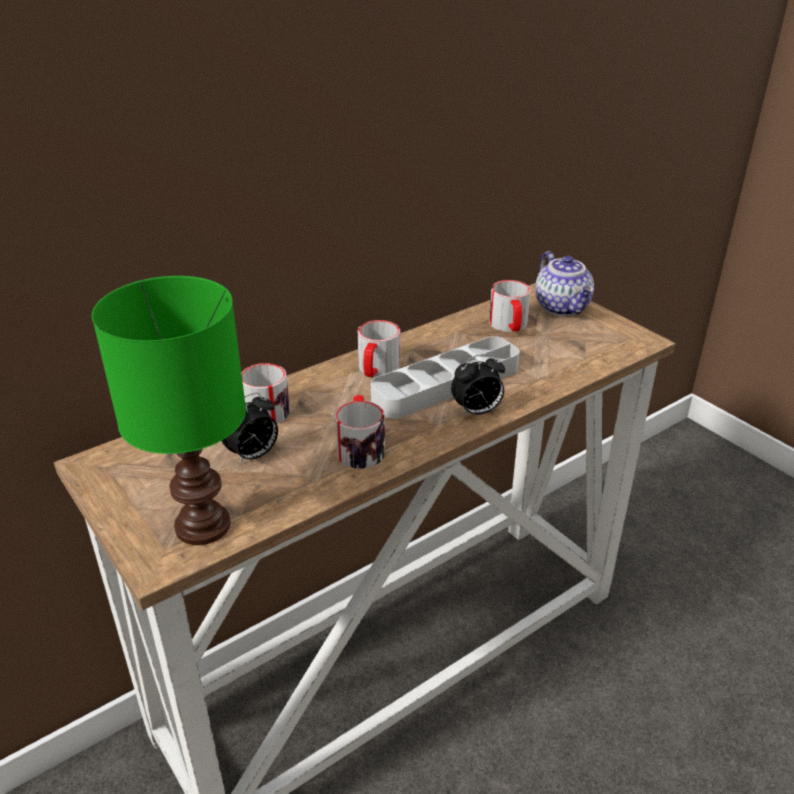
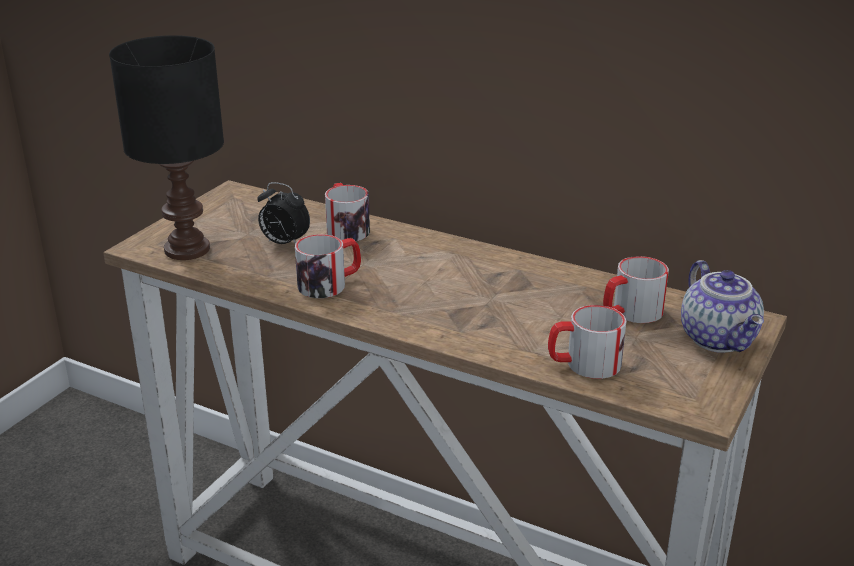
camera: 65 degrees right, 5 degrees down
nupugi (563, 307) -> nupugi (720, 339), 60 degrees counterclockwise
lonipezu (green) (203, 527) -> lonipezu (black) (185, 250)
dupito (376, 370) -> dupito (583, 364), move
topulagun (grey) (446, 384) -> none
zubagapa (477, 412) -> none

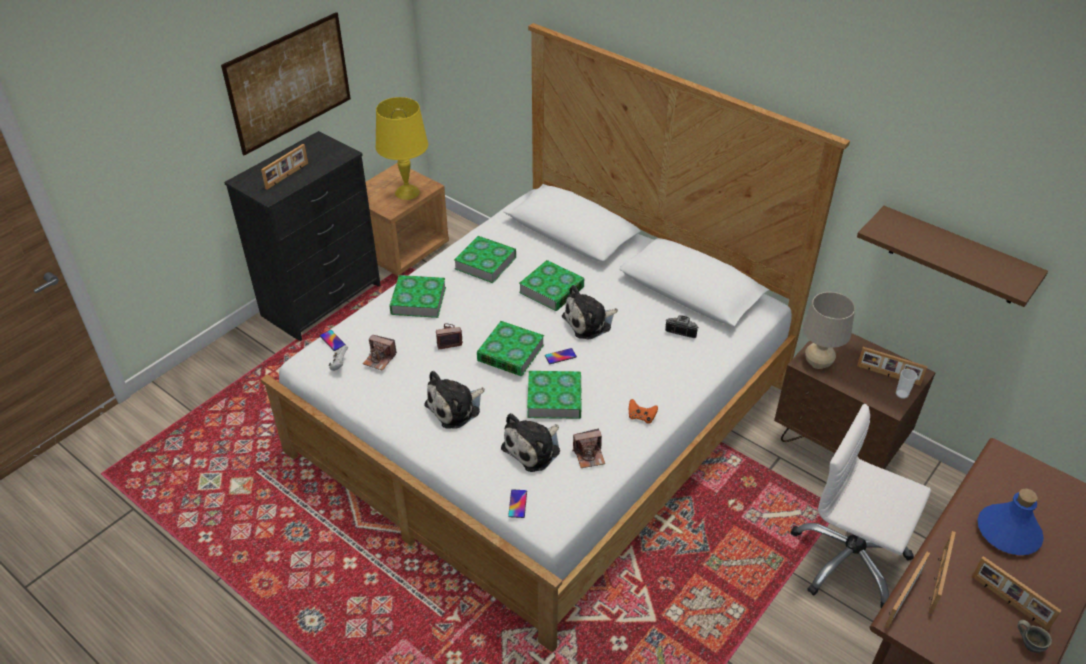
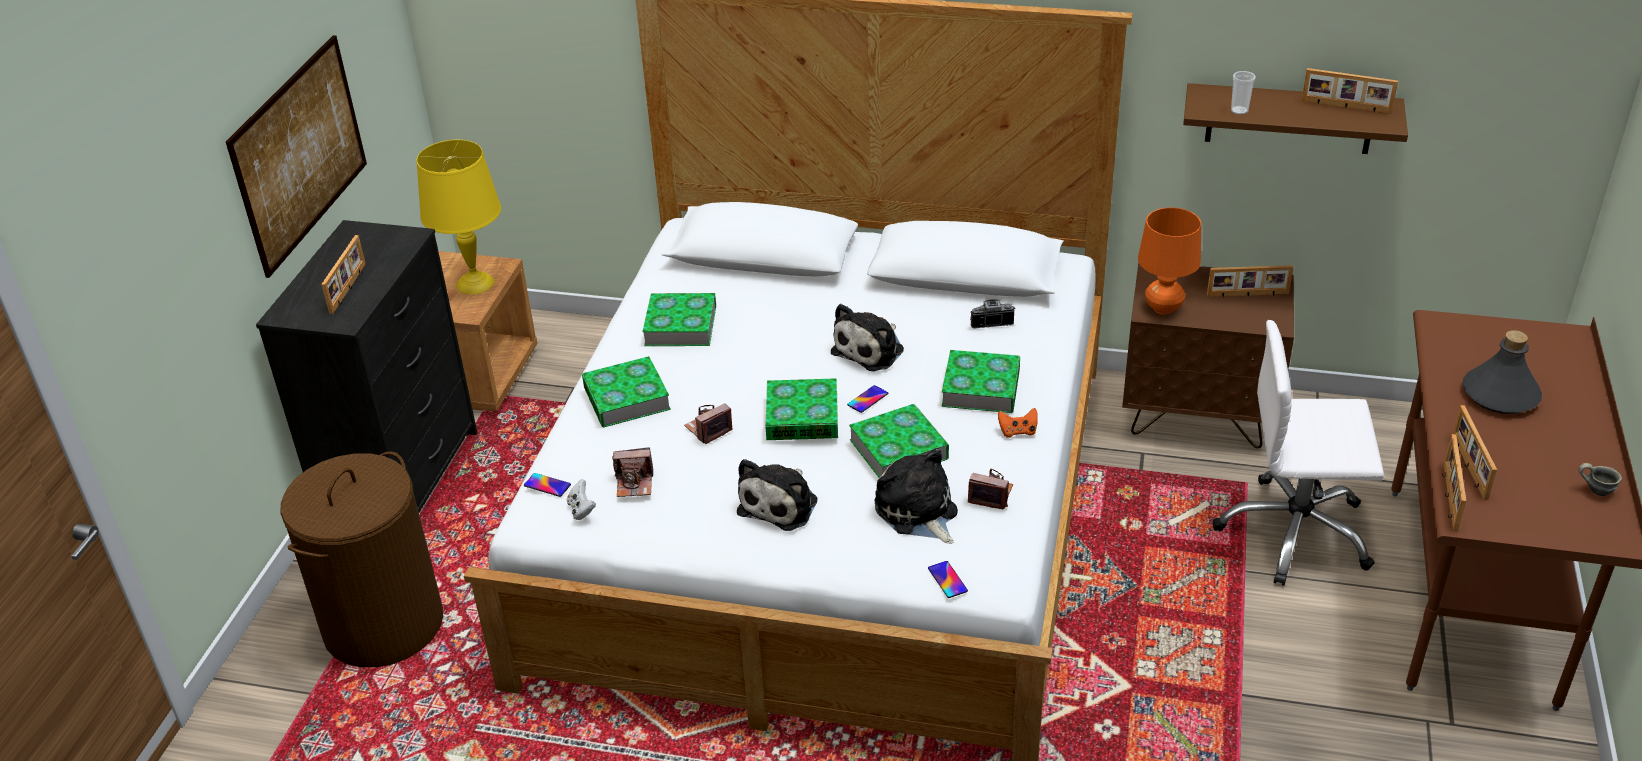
camera: 25 degrees left, 5 degrees down
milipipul (551, 290) -> milipipul (981, 388), move
lonipezu (beige) (818, 363) -> lonipezu (orange) (1163, 308)
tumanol (901, 394) -> tumanol (1239, 111), move
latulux (534, 448) -> latulux (918, 512), 135 degrees clockwise
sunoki (589, 455) -> sunoki (990, 495), 120 degrees counterclockwise
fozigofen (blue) (1007, 532) -> fozigofen (grey) (1499, 395)
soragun (1009, 602) -> soragun (1346, 107), move
none -> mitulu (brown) (383, 624)

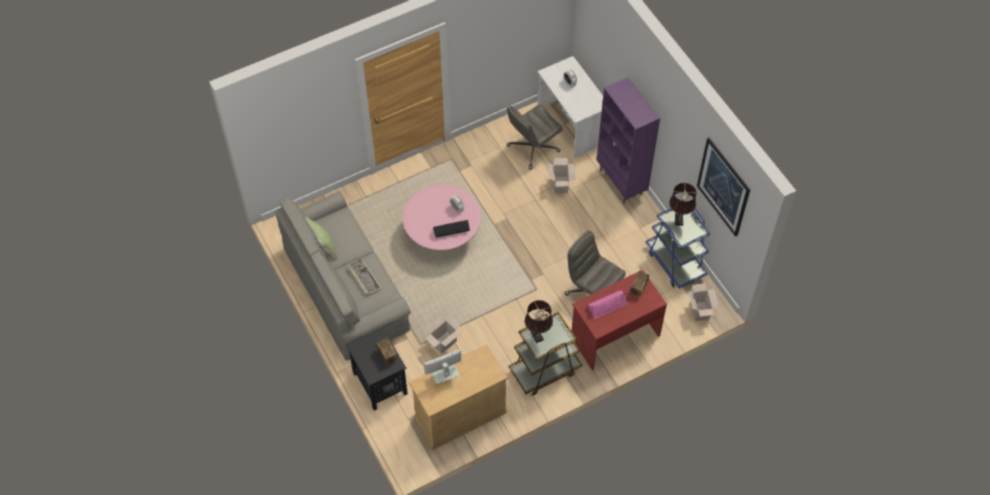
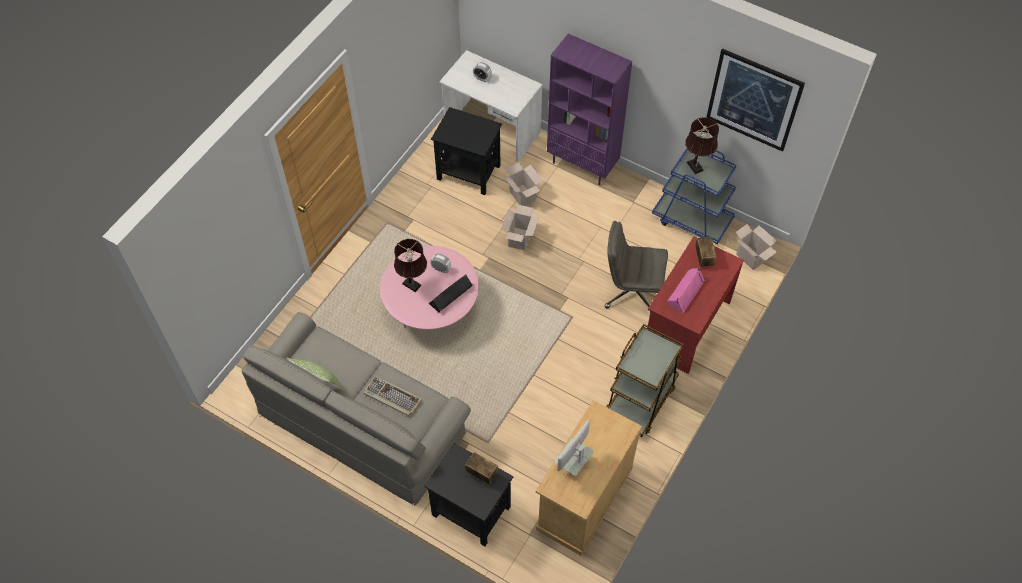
camera: 30 degrees left, 0 degrees up
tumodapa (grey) (532, 148) -> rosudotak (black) (468, 172)
lonipezu (brown) (537, 337) -> lonipezu (brown) (413, 285), move
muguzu (444, 343) -> muguzu (520, 240), move

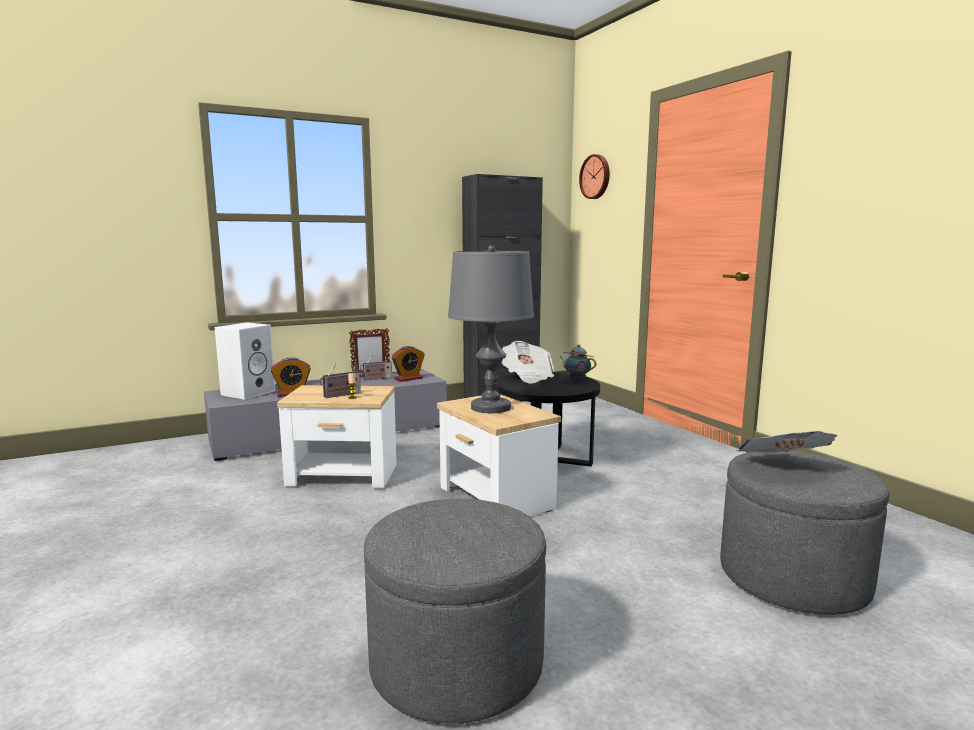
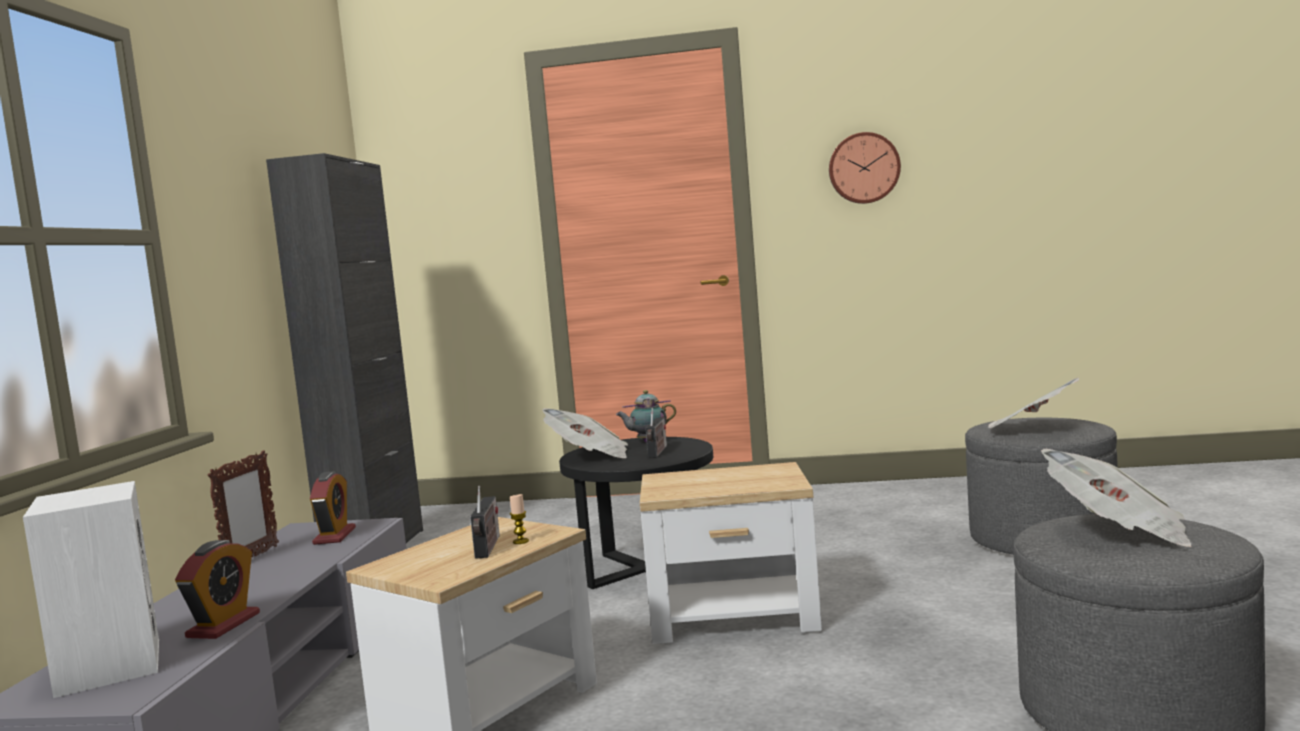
camera: 55 degrees left, 5 degrees down
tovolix (596, 177) -> tovolix (863, 168), move
lonipezu (grey) (491, 407) -> none
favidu (376, 379) -> favidu (657, 452), move
none -> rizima (1119, 532)

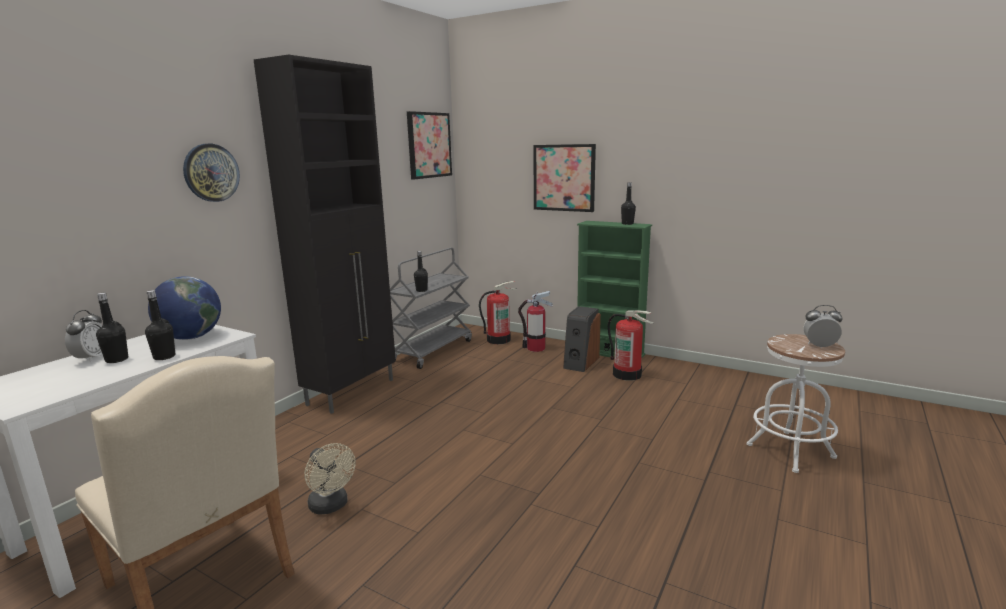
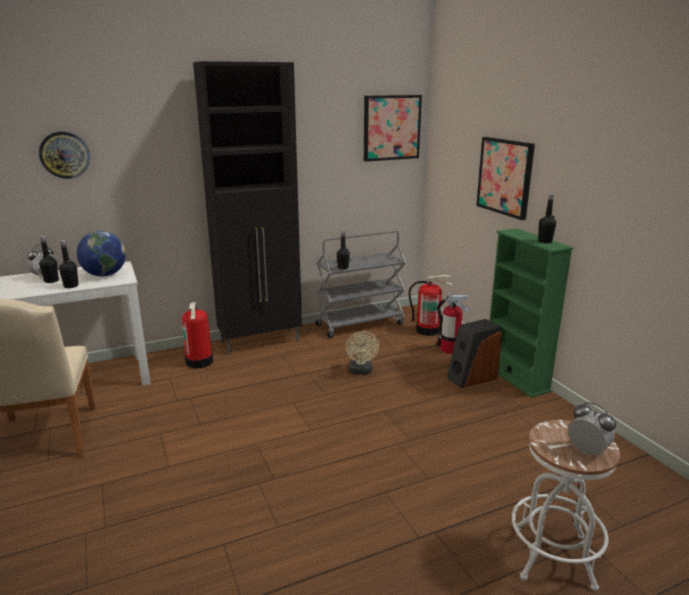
camera: 35 degrees right, 5 degrees up
tovolix (211, 172) -> tovolix (64, 155), move
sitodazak (627, 374) -> sitodazak (200, 361), move
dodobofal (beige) (331, 506) -> dodobofal (beige) (361, 371), move

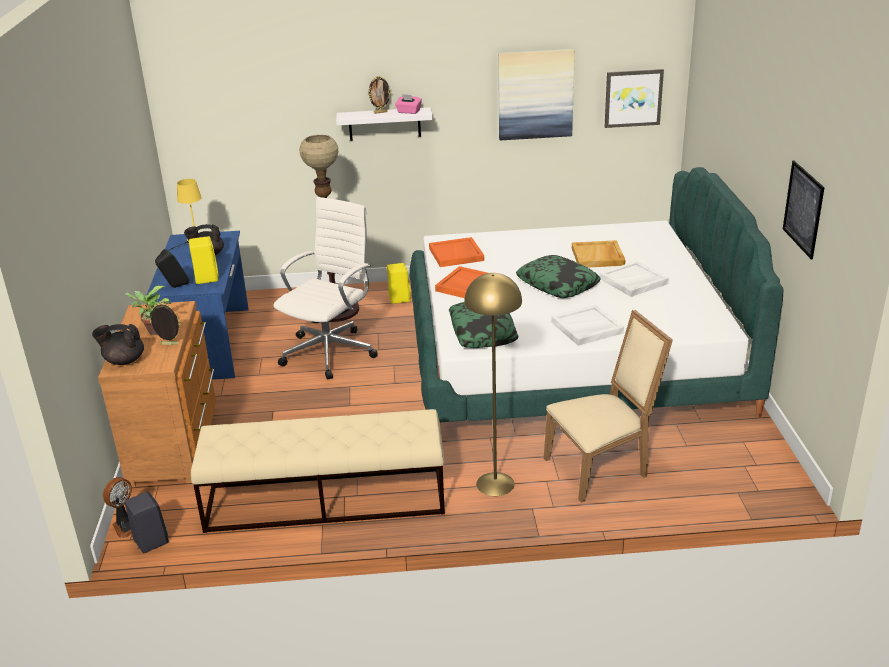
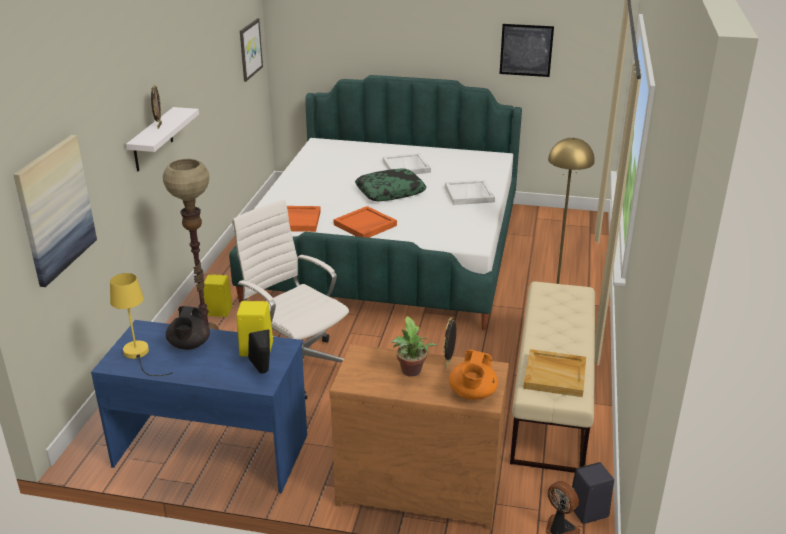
camera: 75 degrees left, 0 degrees up
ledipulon (535, 94) -> ledipulon (55, 209), move
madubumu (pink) (408, 112) -> none
topulagun (beige) (598, 257) -> topulagun (beige) (555, 375), move
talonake (483, 332) -> none
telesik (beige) (601, 468) -> none
nupugi (black) (124, 360) -> nupugi (orange) (472, 394)

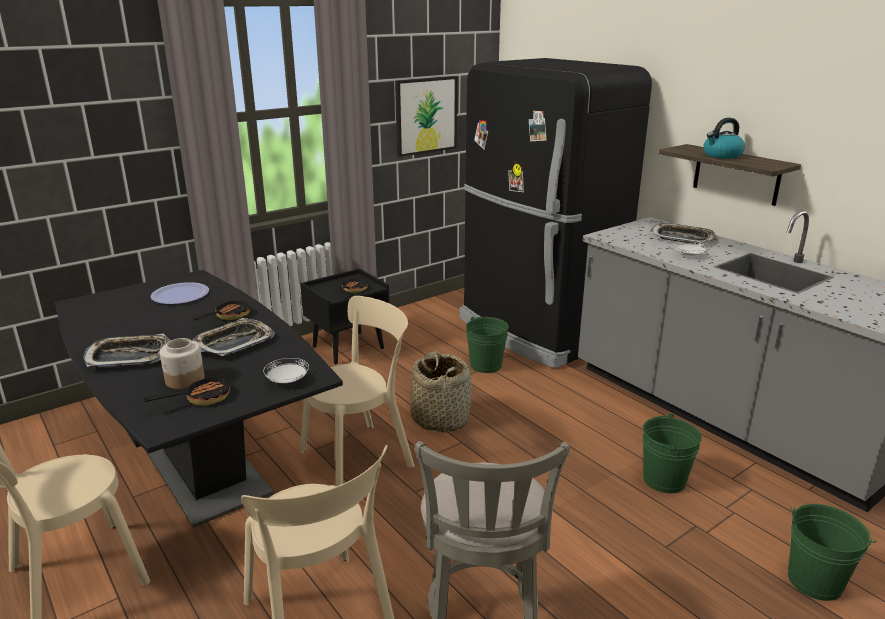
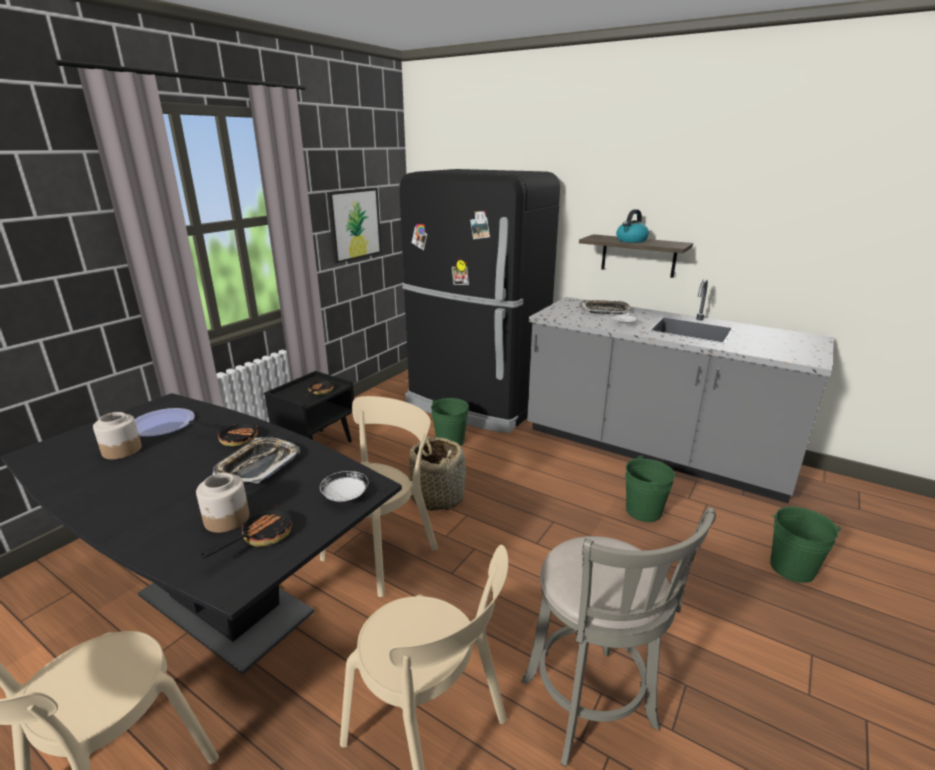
camera: 20 degrees left, 0 degrees up
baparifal (228, 316) -> baparifal (233, 438), 90 degrees clockwise
topulagun (129, 356) -> none
none -> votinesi (122, 450)

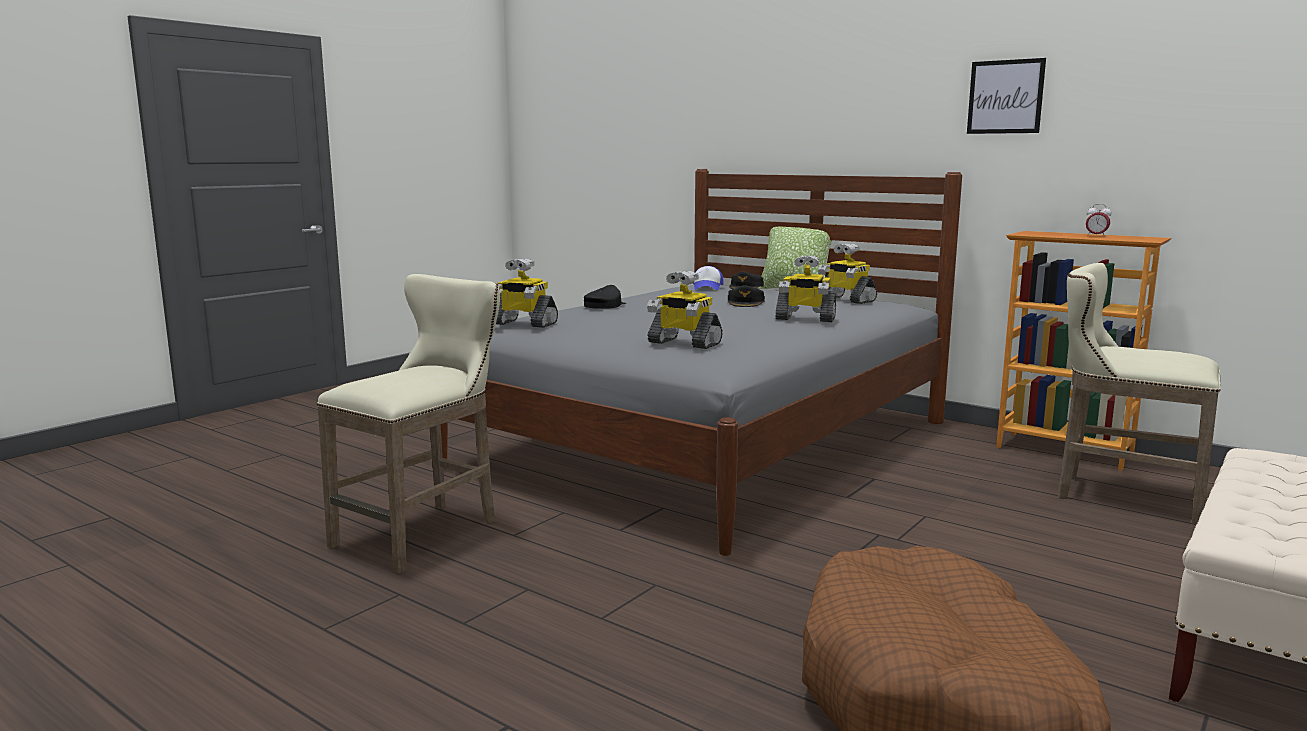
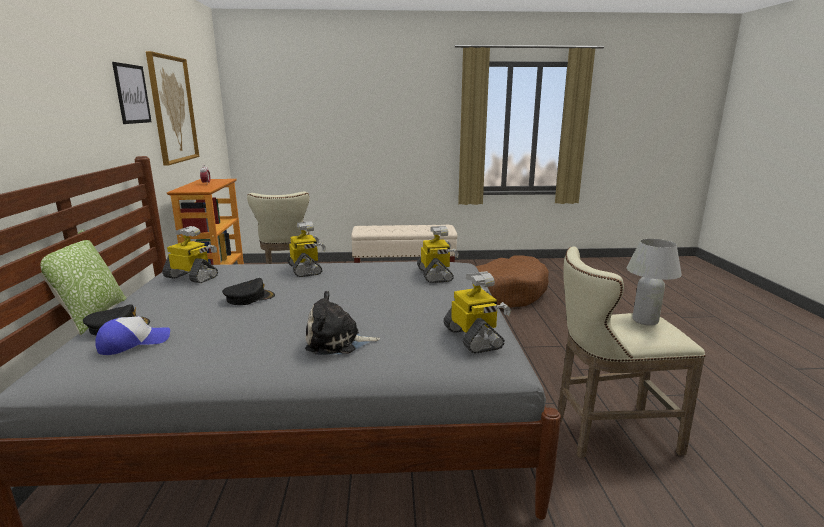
camera: 130 degrees left, 5 degrees up
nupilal (845, 300) -> nupilal (192, 277), 75 degrees counterclockwise
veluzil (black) (604, 305) -> latulux (337, 342)
none -> ledipulon (172, 109)
none -> lonipezu (white) (645, 321)

